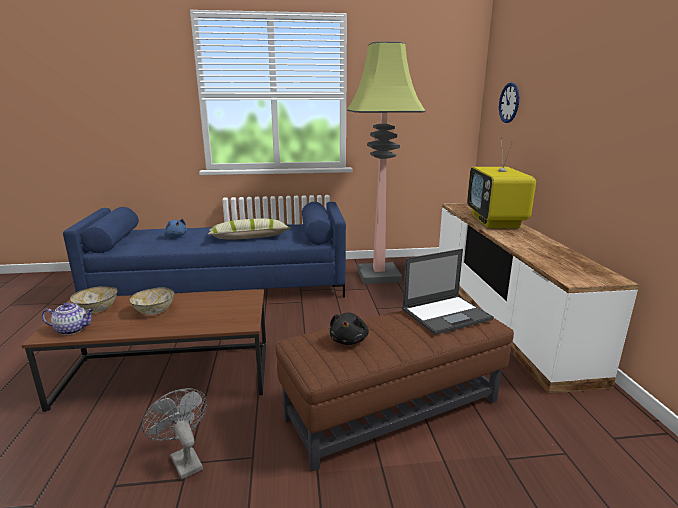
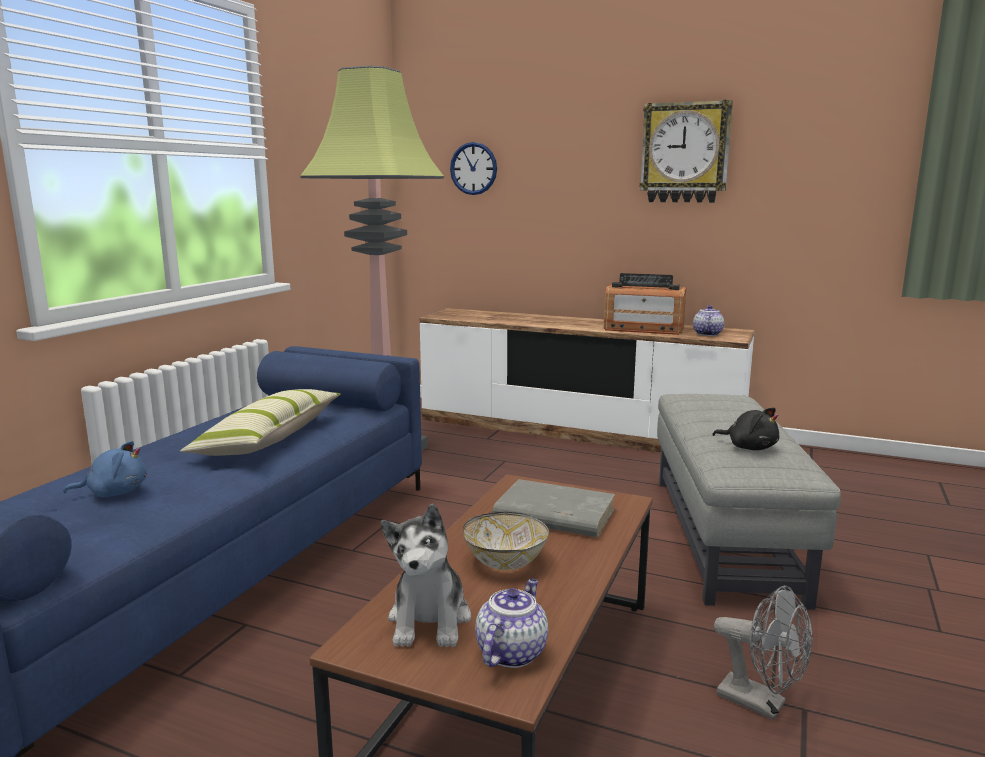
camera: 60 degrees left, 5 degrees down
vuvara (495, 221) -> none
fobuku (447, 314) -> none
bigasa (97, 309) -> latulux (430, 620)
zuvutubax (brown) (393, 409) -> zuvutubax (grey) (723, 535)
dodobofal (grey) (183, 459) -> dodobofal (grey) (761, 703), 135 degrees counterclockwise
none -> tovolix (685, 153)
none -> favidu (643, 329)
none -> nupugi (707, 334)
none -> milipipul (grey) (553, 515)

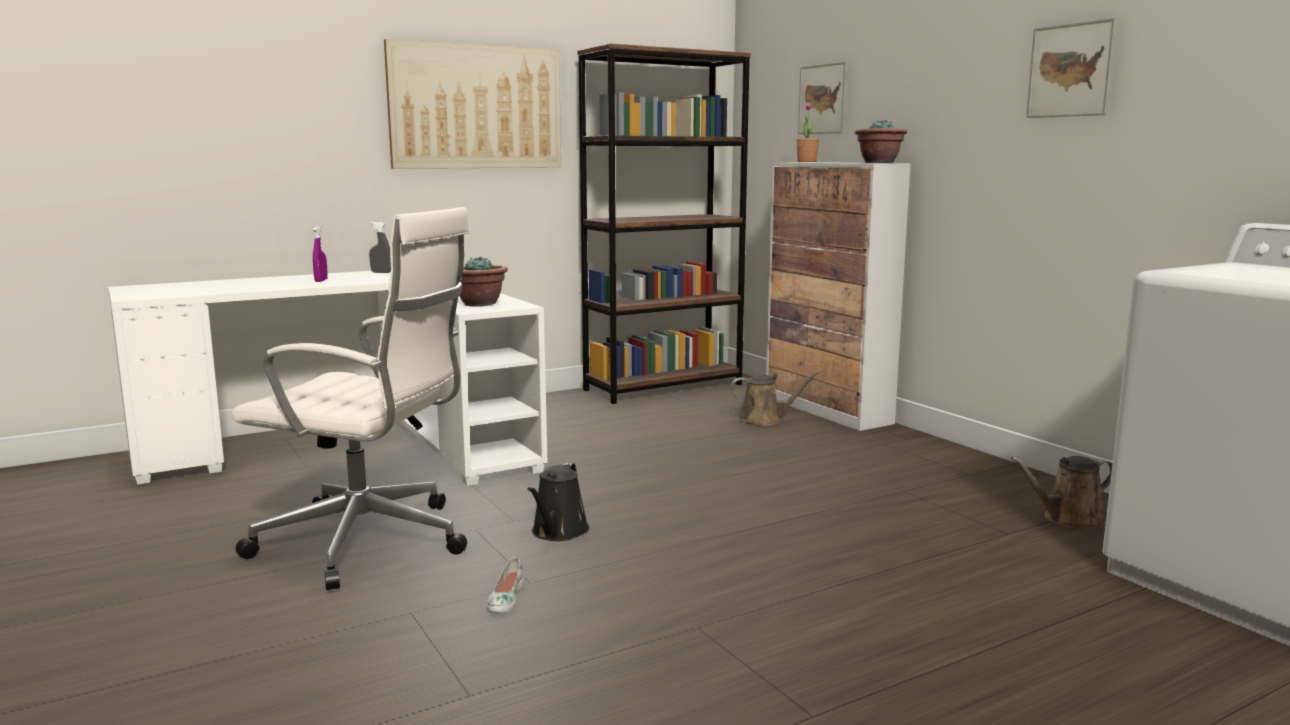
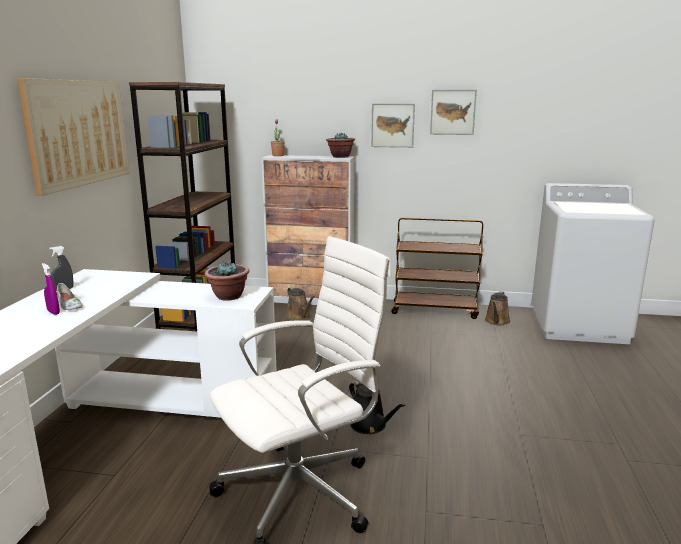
camera: 50 degrees left, 5 degrees up
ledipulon (823, 99) -> ledipulon (392, 125), move
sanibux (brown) (765, 420) -> sanibux (brown) (299, 316), 105 degrees clockwise
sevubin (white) (505, 599) -> sevubin (white) (68, 305), move
none -> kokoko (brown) (435, 310)

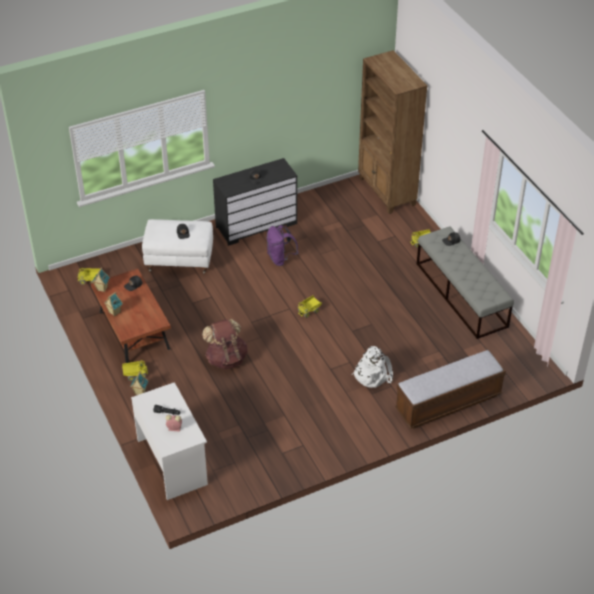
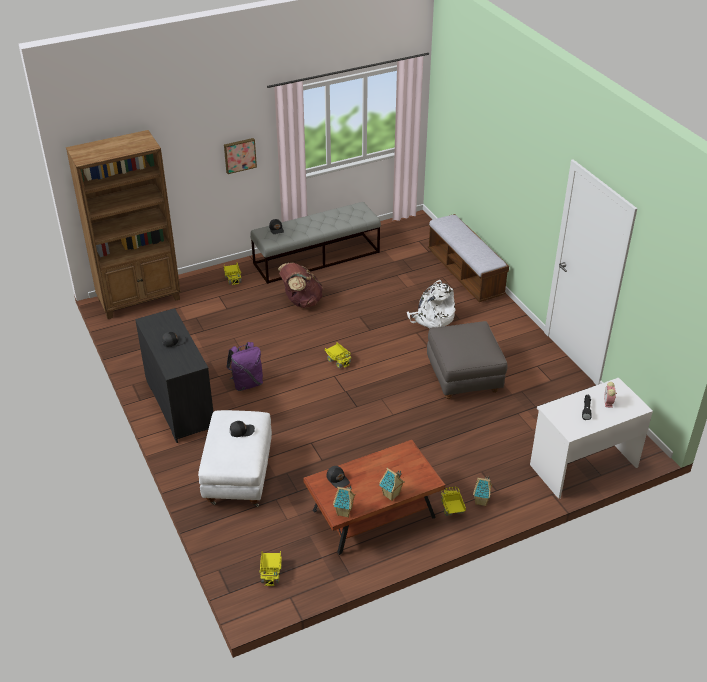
camera: 90 degrees left, 5 degrees down
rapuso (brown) (226, 358) -> rapuso (brown) (301, 301), move
none -> ledipulon (239, 155)
none -> zuvutubax (grey) (464, 378)

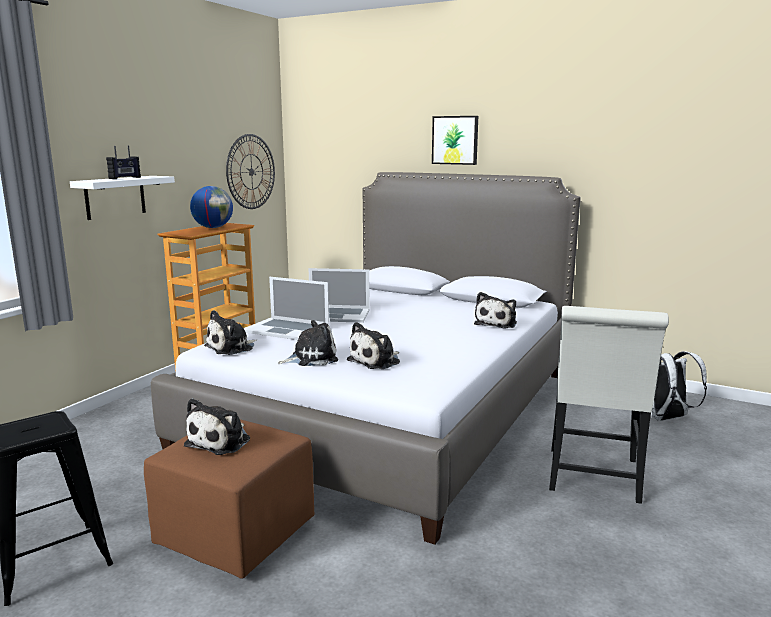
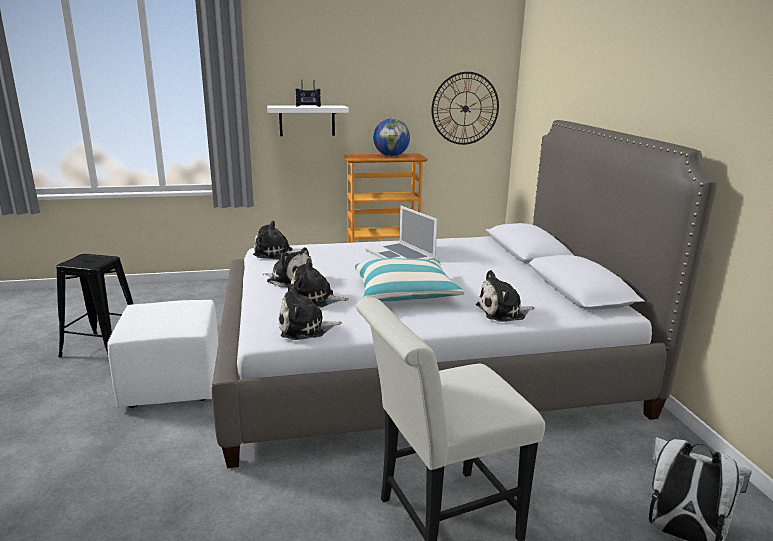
camera: 50 degrees right, 5 degrees up
ledipulon (455, 140) -> none
fobuku (288, 329) -> none
latulux (221, 441) -> latulux (305, 328), move
zuvutubax (brown) (238, 534) -> zuvutubax (white) (173, 385)
none -> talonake (405, 293)

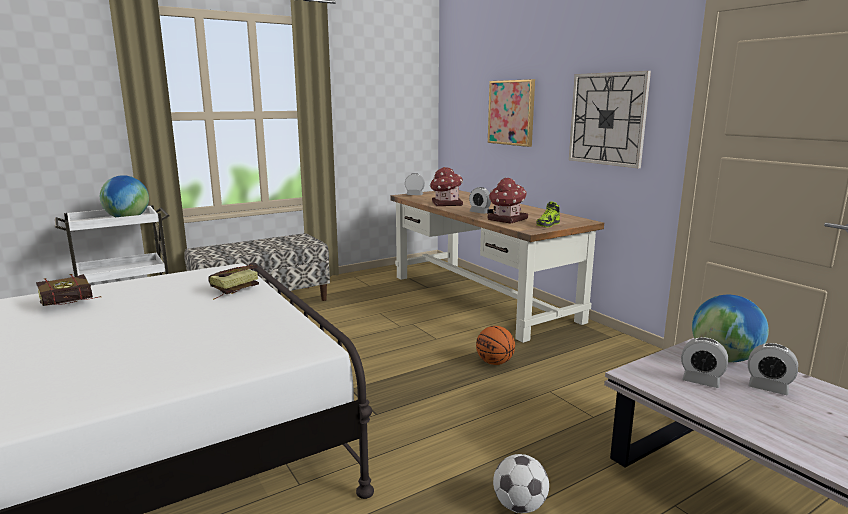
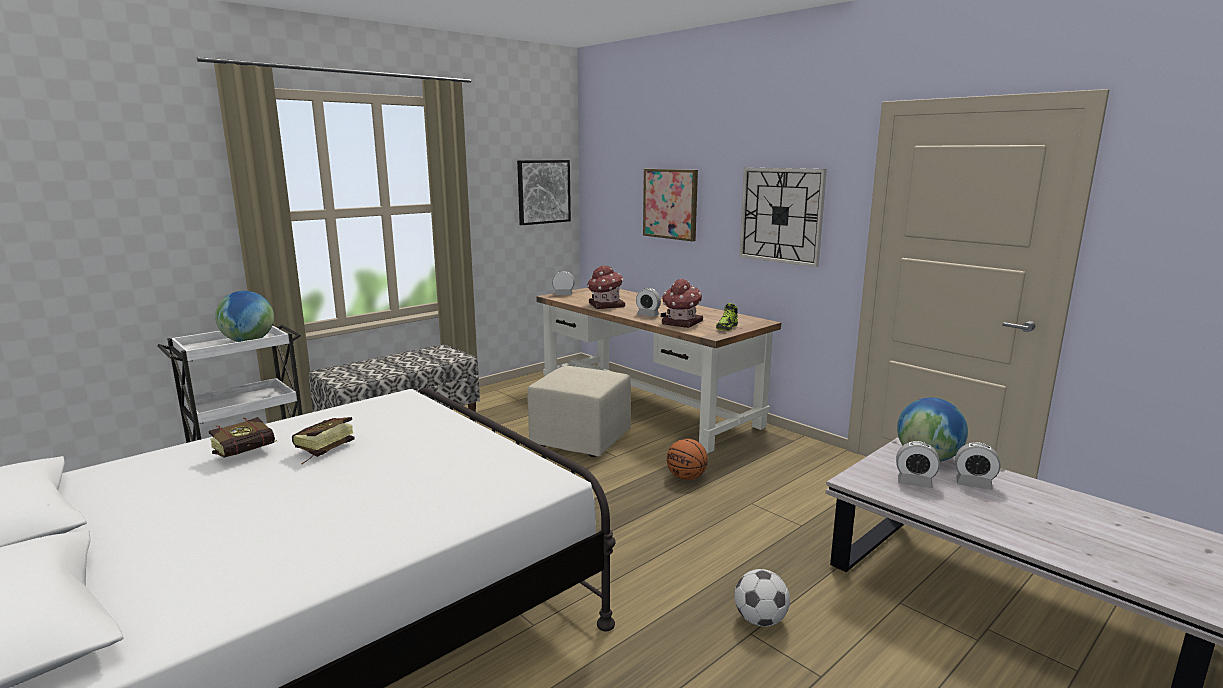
camera: 10 degrees left, 0 degrees up
milipipul (230, 291) -> milipipul (320, 451), move
none -> ledipulon (543, 191)
none -> zuvutubax (beige) (582, 440)

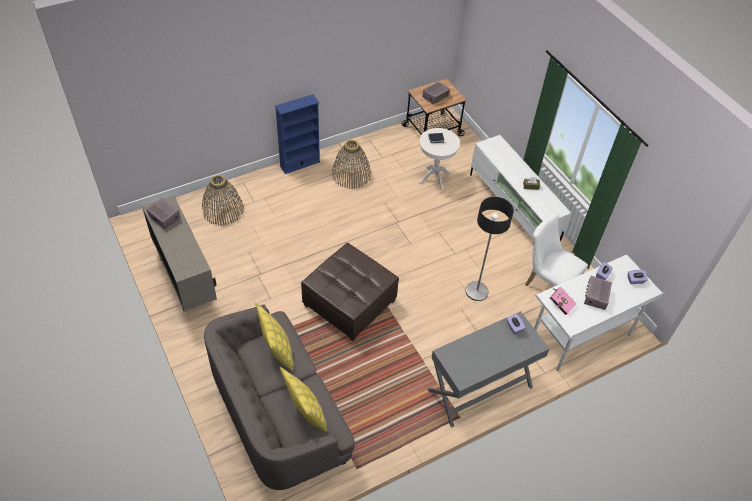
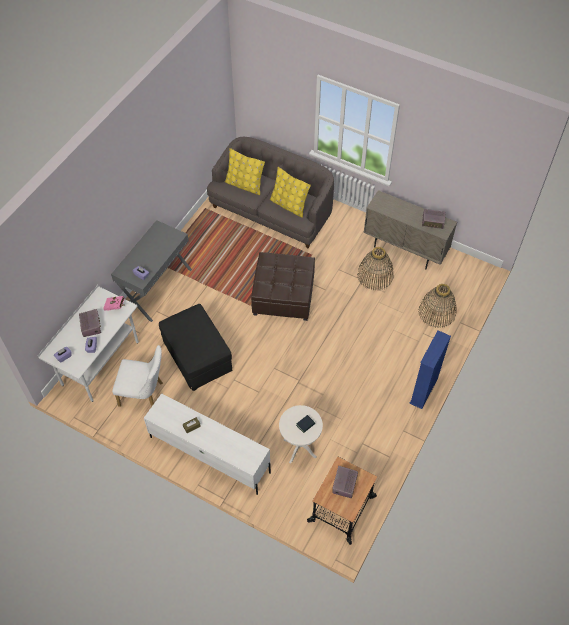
camera: 150 degrees right, 5 degrees up
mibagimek (351, 175) -> mibagimek (375, 275), move
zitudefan (477, 291) -> zuvutubax (black) (197, 356)

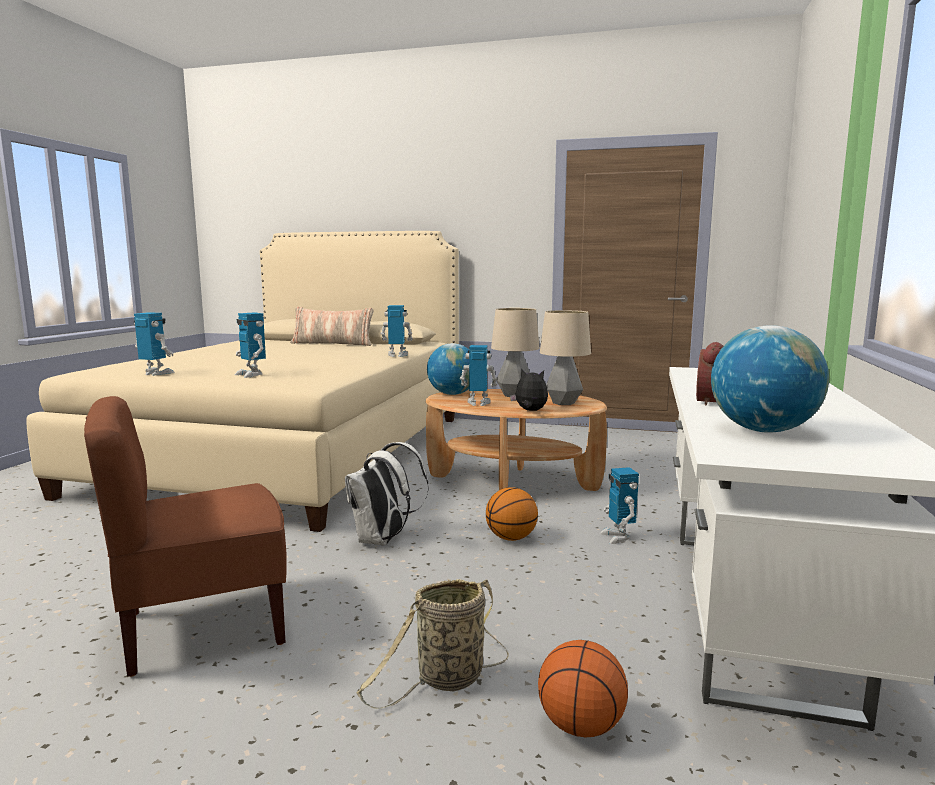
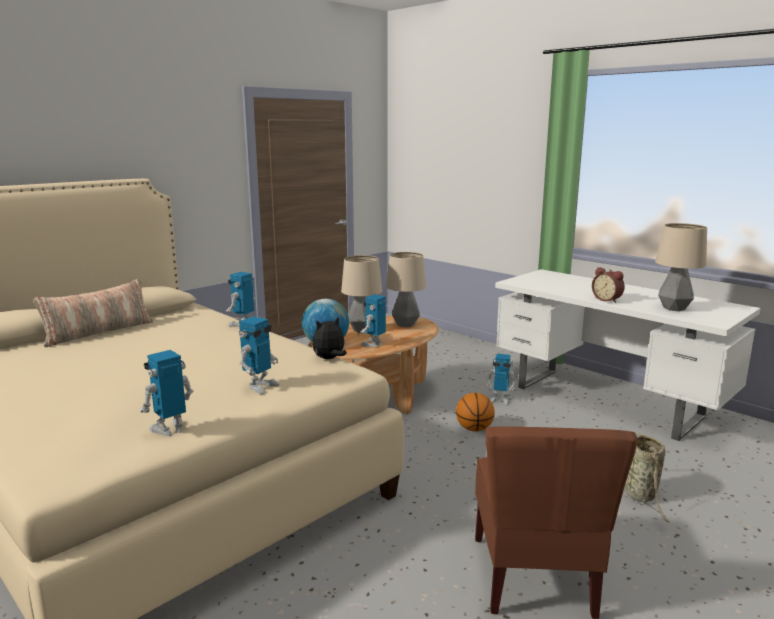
camera: 60 degrees left, 5 degrees up
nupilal (251, 374) -> nupilal (260, 386), 45 degrees counterclockwise
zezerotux (762, 430) -> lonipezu (673, 308)
latulux (530, 411) -> latulux (329, 359), move
rapuso (white) (383, 540) -> none
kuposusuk (580, 725) -> none

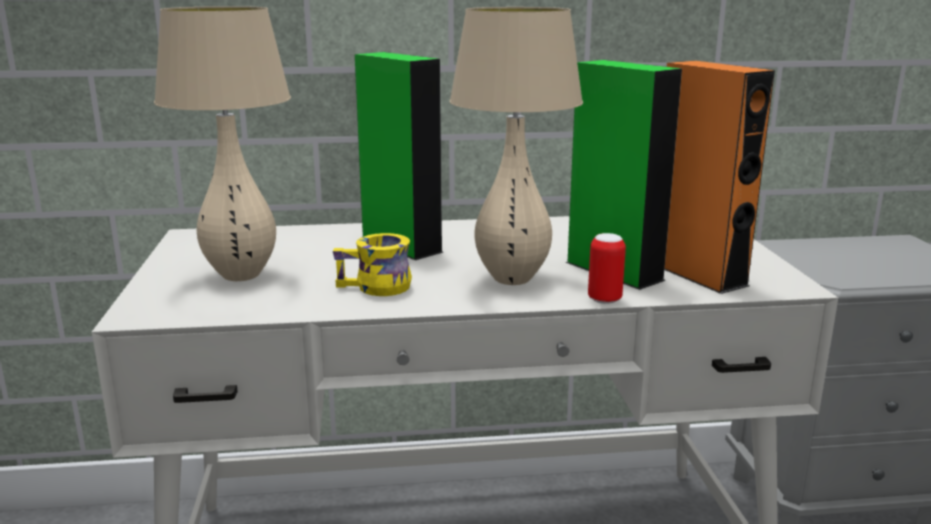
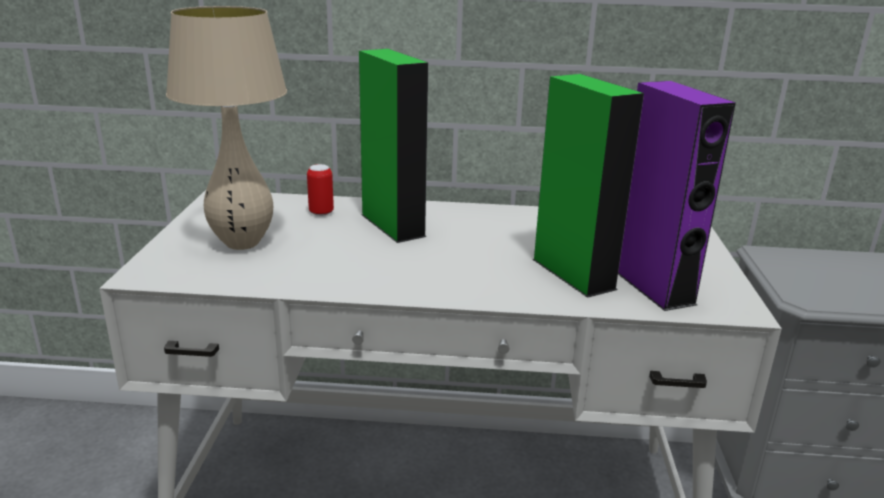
camera: 10 degrees right, 5 degrees up
lonipezu (beige) (511, 279) -> none
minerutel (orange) (697, 274) -> minerutel (purple) (652, 285)
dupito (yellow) (375, 288) -> none
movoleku (604, 299) -> movoleku (321, 212), move

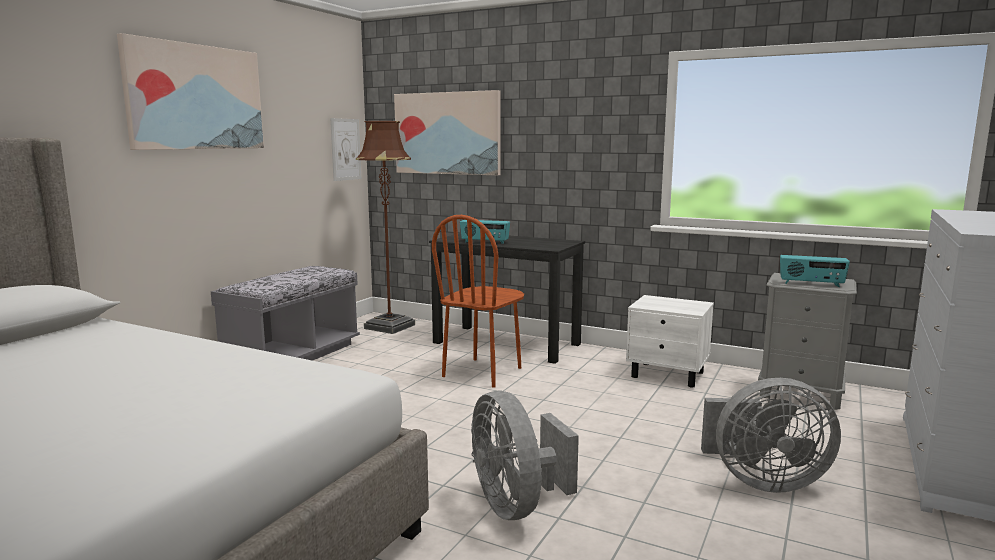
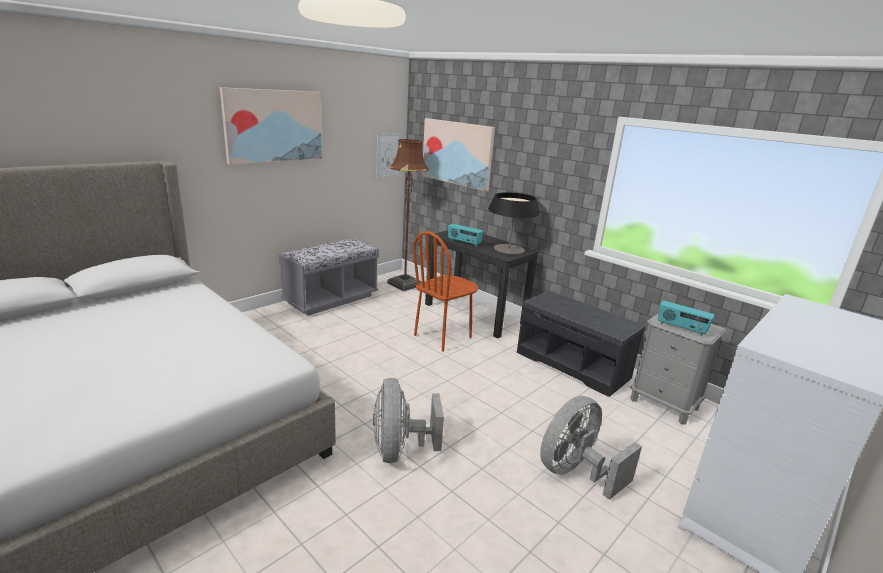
camera: 15 degrees right, 10 degrees up
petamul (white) (668, 375) -> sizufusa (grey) (573, 365)
dodobofal (grey) (762, 481) -> dodobofal (grey) (576, 472), 120 degrees clockwise
none -> lonipezu (509, 249)

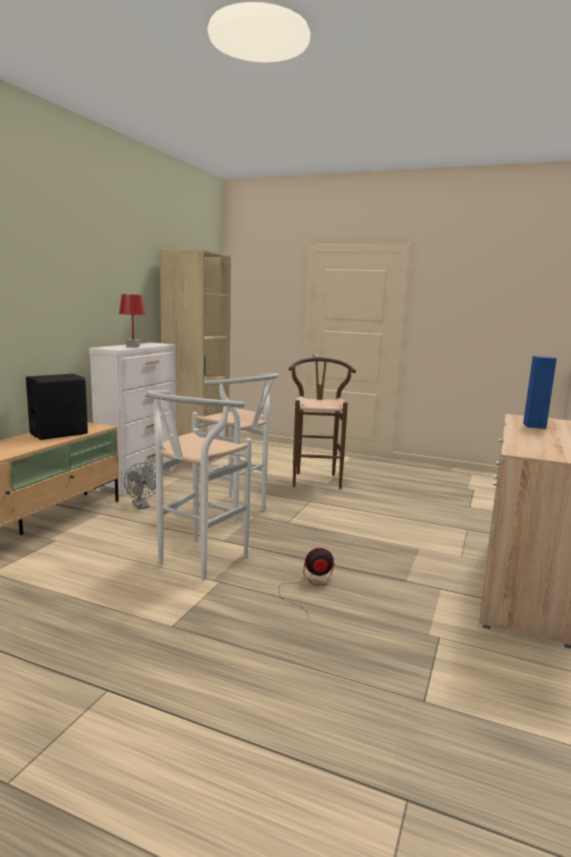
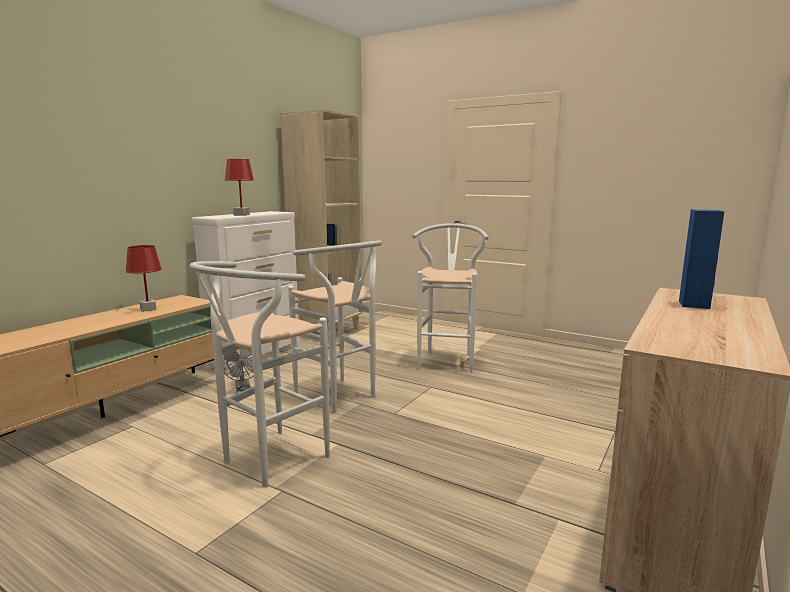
camera: 10 degrees right, 0 degrees up
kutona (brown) (316, 479) -> kutona (white) (447, 359)
minerutel (black) (59, 433) -> lonipezu (red) (148, 309)
dodobofal (309, 586) -> none

